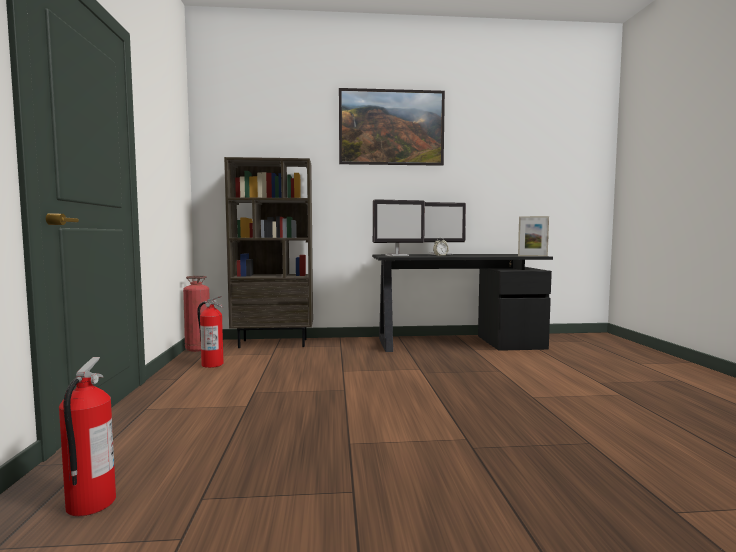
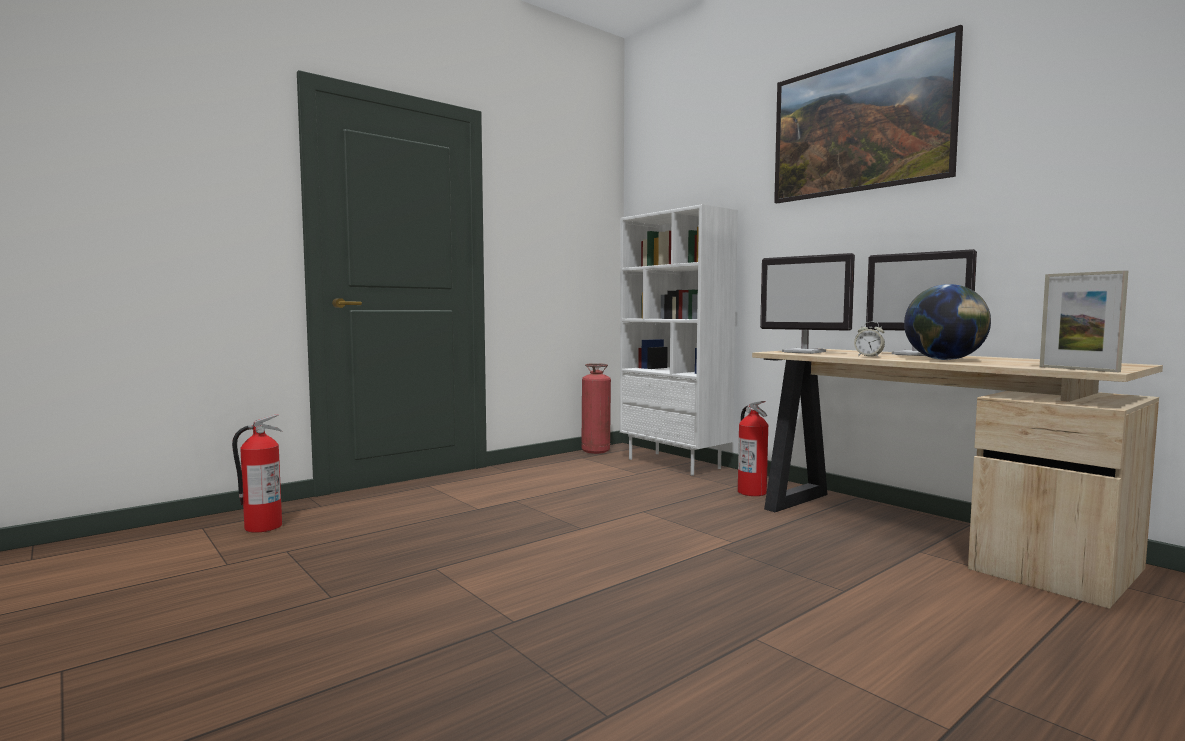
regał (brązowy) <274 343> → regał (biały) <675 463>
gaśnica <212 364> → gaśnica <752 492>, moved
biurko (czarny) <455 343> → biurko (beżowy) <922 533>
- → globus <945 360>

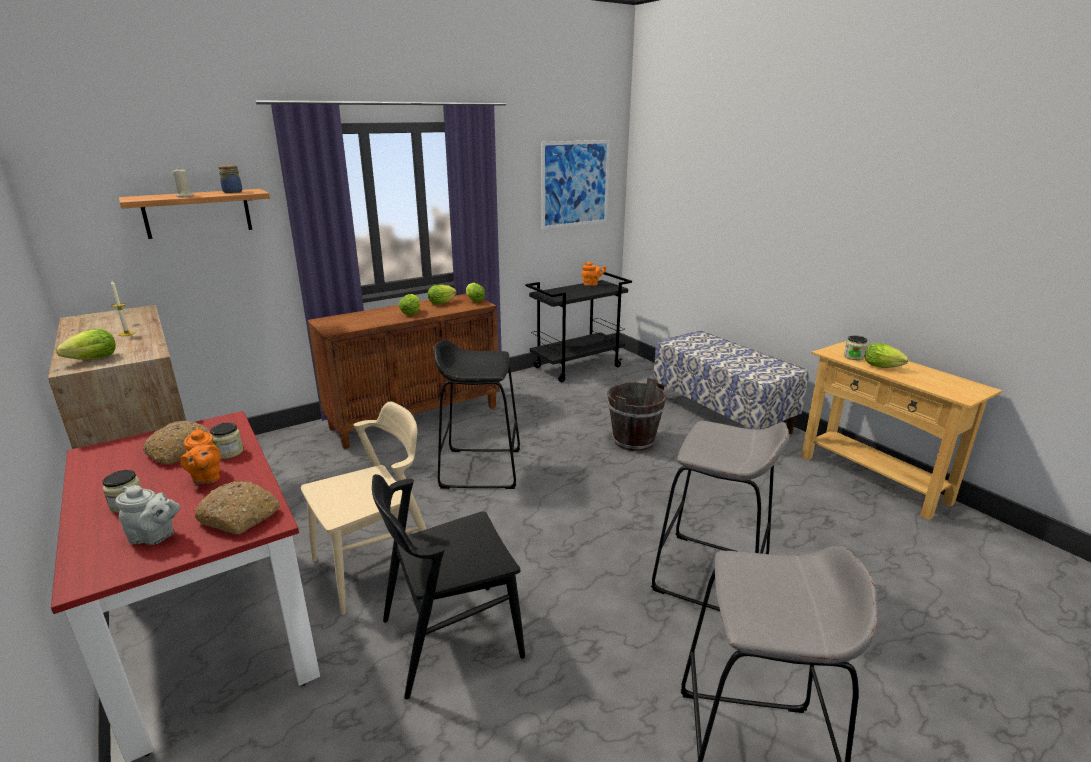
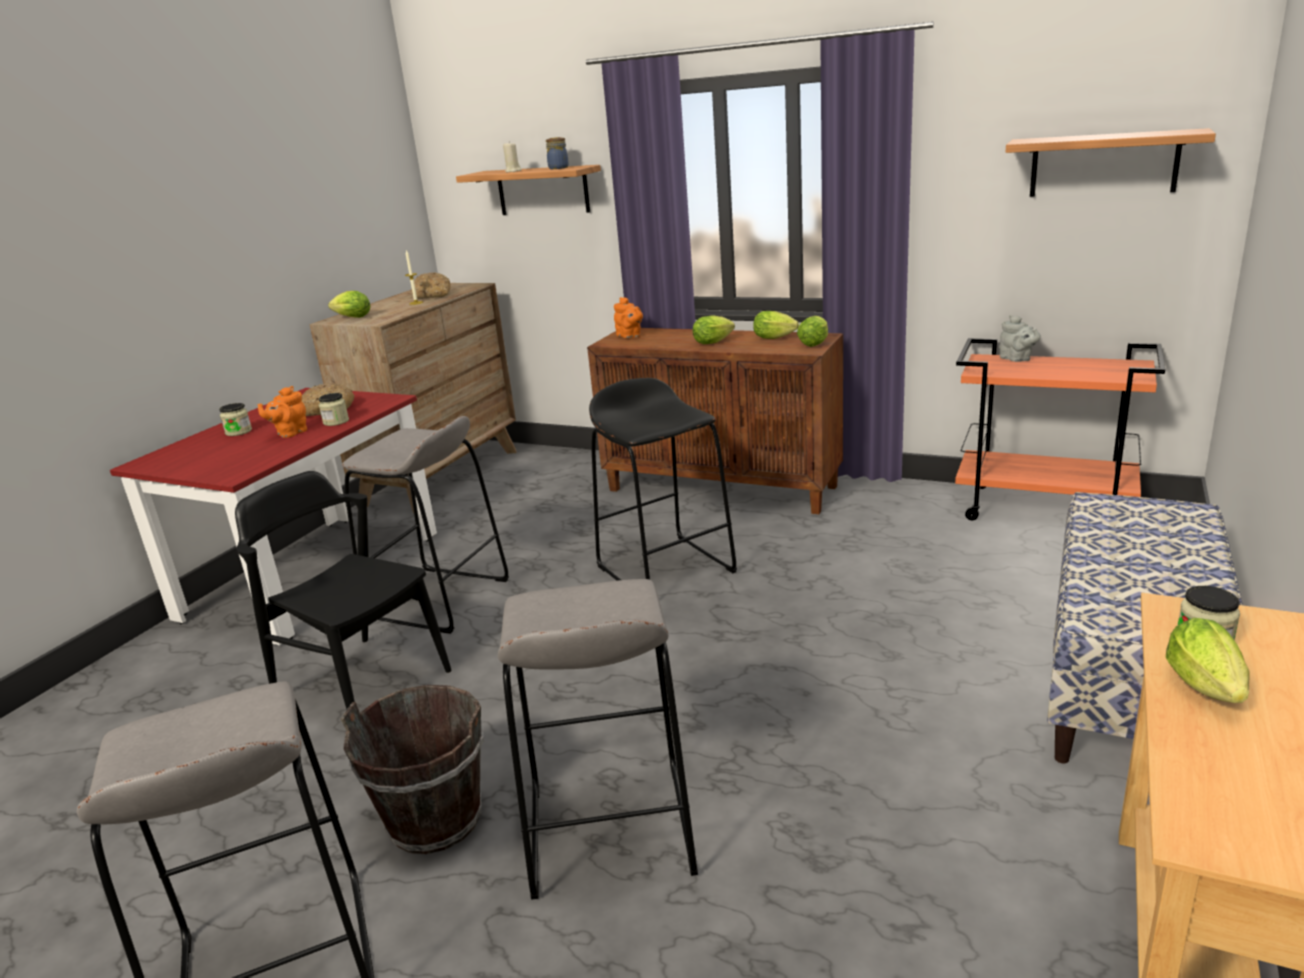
wiadro (brązowy) <634 441> → wiadro (brązowy) <434 820>, moved
krzesło (beżowy) <377 566> → stołek (szary) <438 599>
chleb <240 516> → chleb <433 295>, moved
imbryk (pomarańczowy) <592 284> → imbryk (pomarańczowy) <630 336>, moved
wózek (czarny) <577 367> → wózek (pomarańczowy) <1045 509>
imbryk (szary) <155 537> → imbryk (szary) <1017 359>, moved
obraz <575 184> → półka <1103 164>

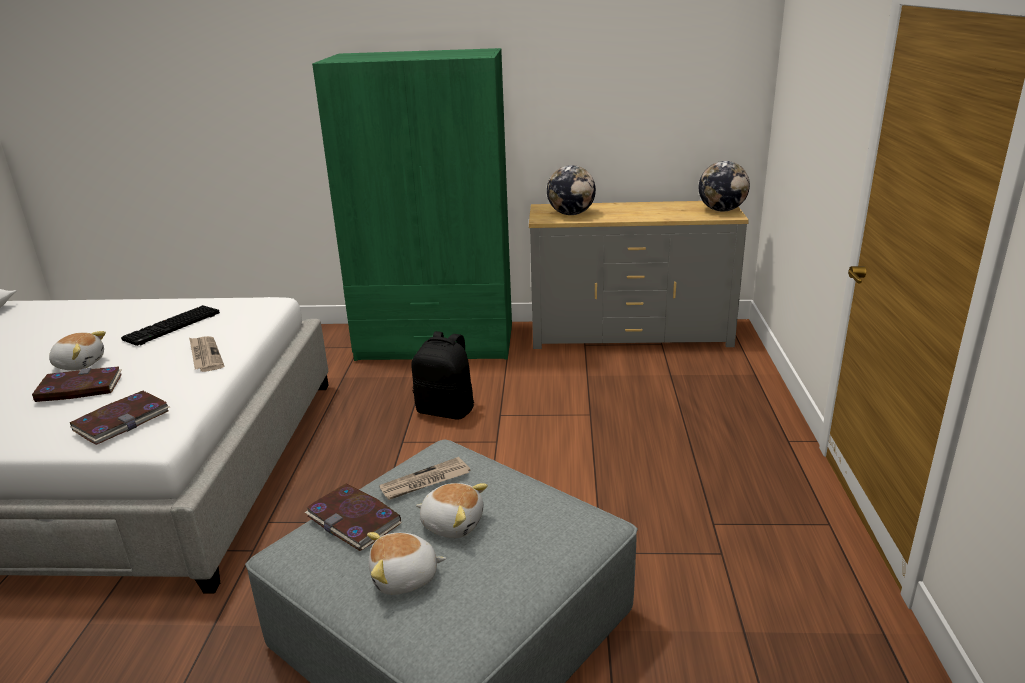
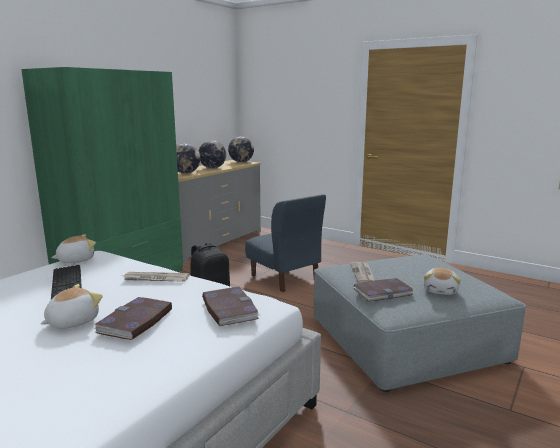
pluszak <452 523> → pluszak <75 260>, moved
- → globus <212 168>
- → krzesło (niebieski) <284 278>

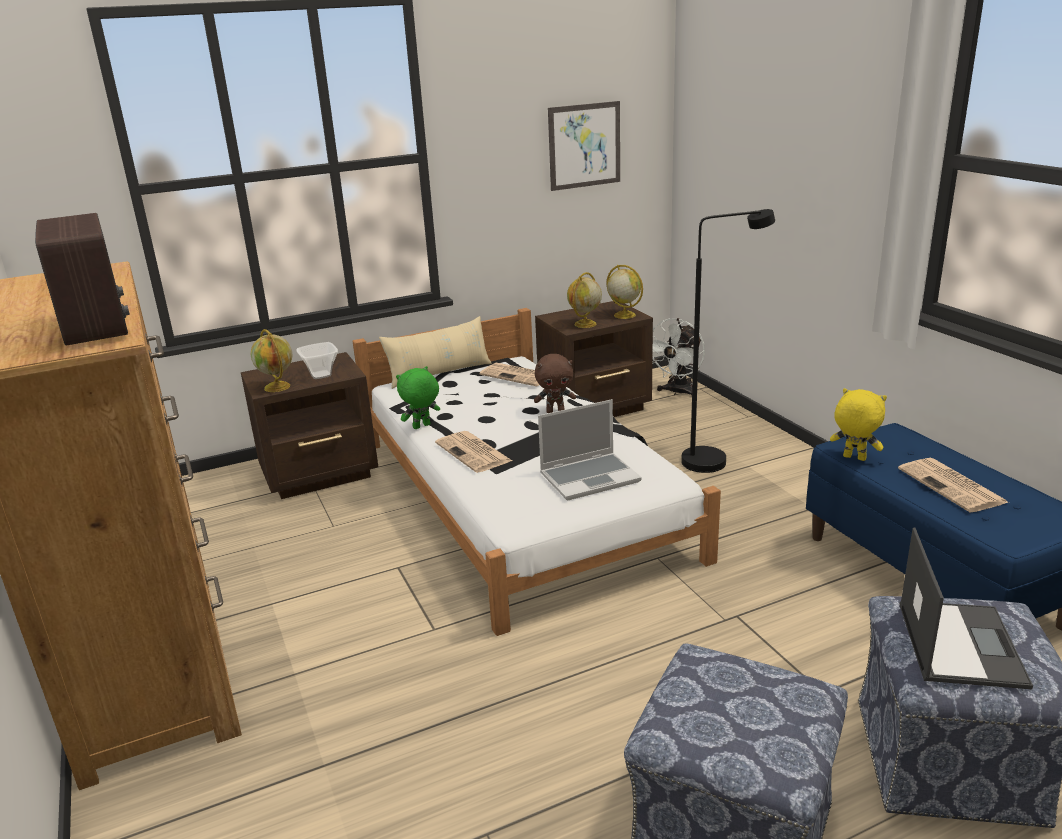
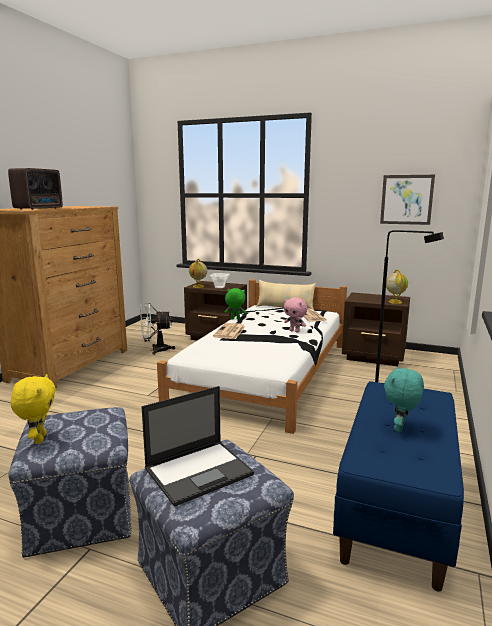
pluszak (żółty) <853 458> → pluszak (żółty) <39 439>, moved
wentylator (biały) <677 392> → wentylator (biały) <155 350>, moved
pluszak (brązowy) <555 411> → pluszak (różowy) <295 331>
gazeta <953 486> → pluszak (turkusowy) <400 428>
laptop <590 477> → -
globus <585 324> → -

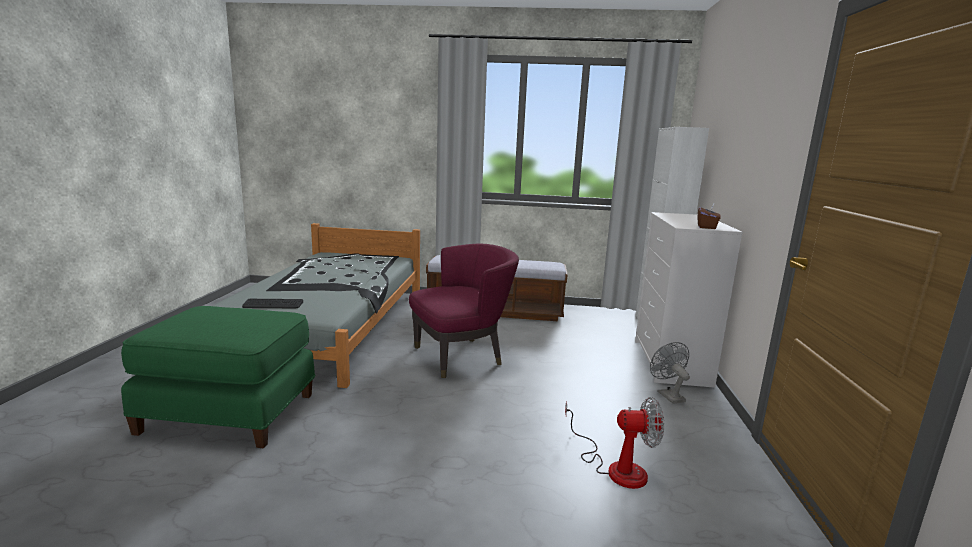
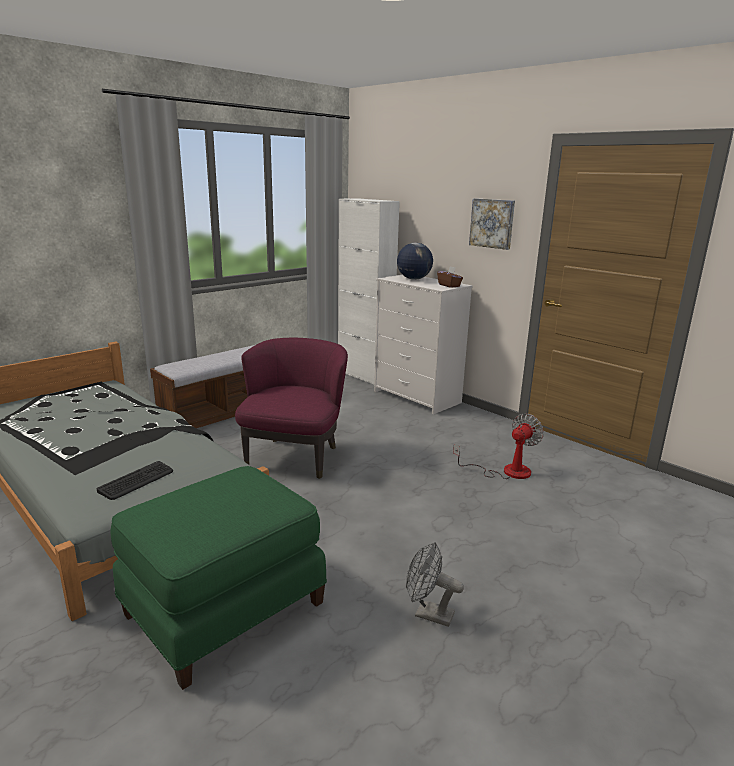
- → globus <413 279>
wentylator (szary) <667 395> → wentylator (szary) <428 614>, moved
- → obraz <492 223>

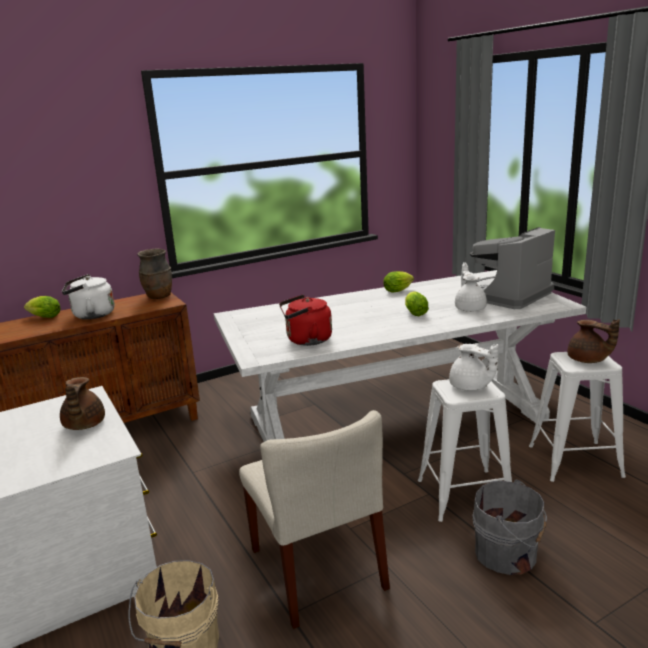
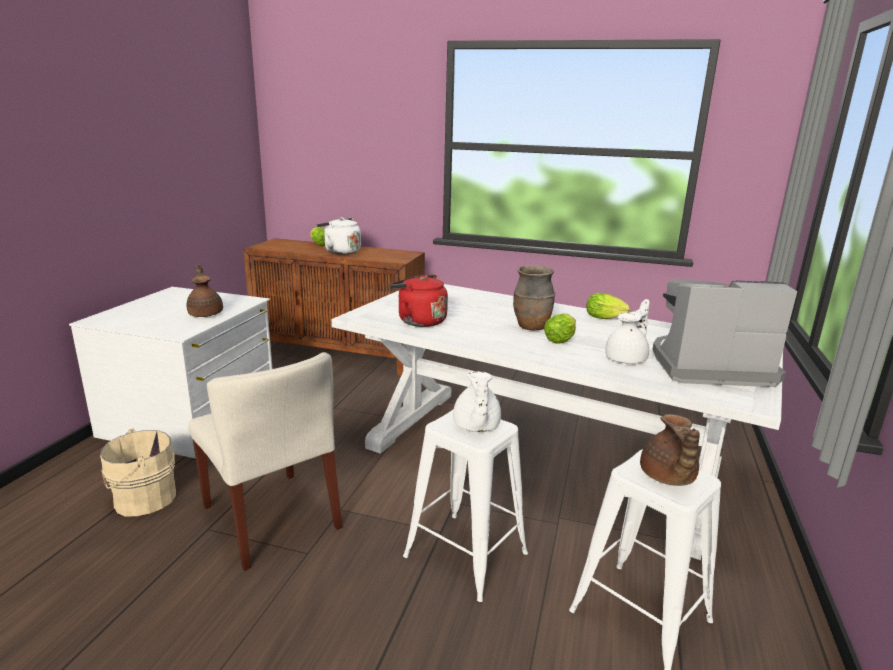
imbryk (brązowy) <83 425> → imbryk (brązowy) <206 313>, 120 degrees clockwise
krzesło (beżowy) <318 569> → krzesło (beżowy) <272 517>, 60 degrees counterclockwise
wazon (brązowy) <159 297> → wazon (brązowy) <531 327>, moved
wiadro (szary) <508 554> → -

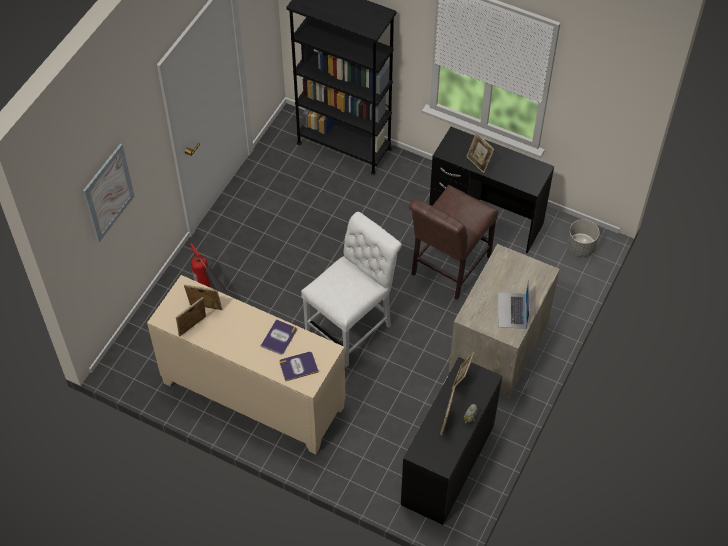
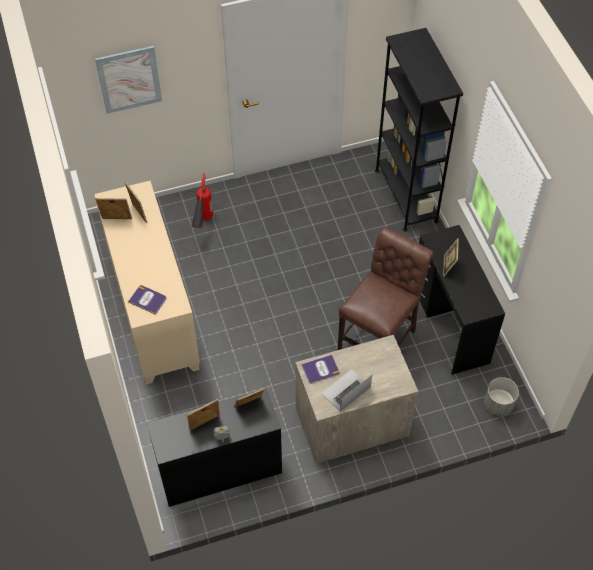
książka <279 337> → książka <320 369>, moved
krzesło (brązowy) <447 268> → krzesło (brązowy) <380 337>, 135 degrees clockwise
krzesło (biały) <352 327> → -

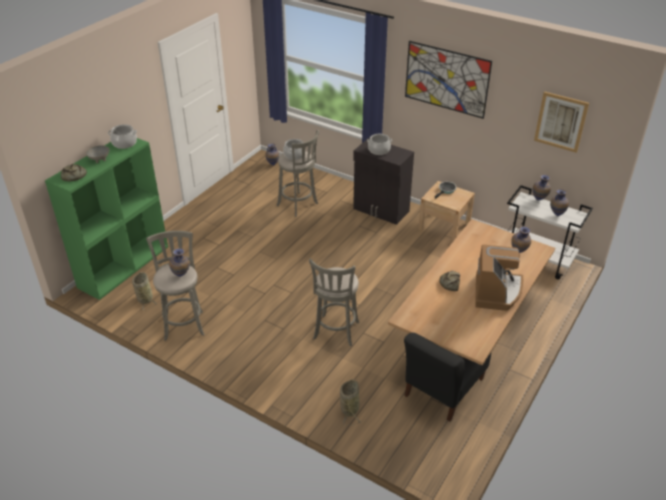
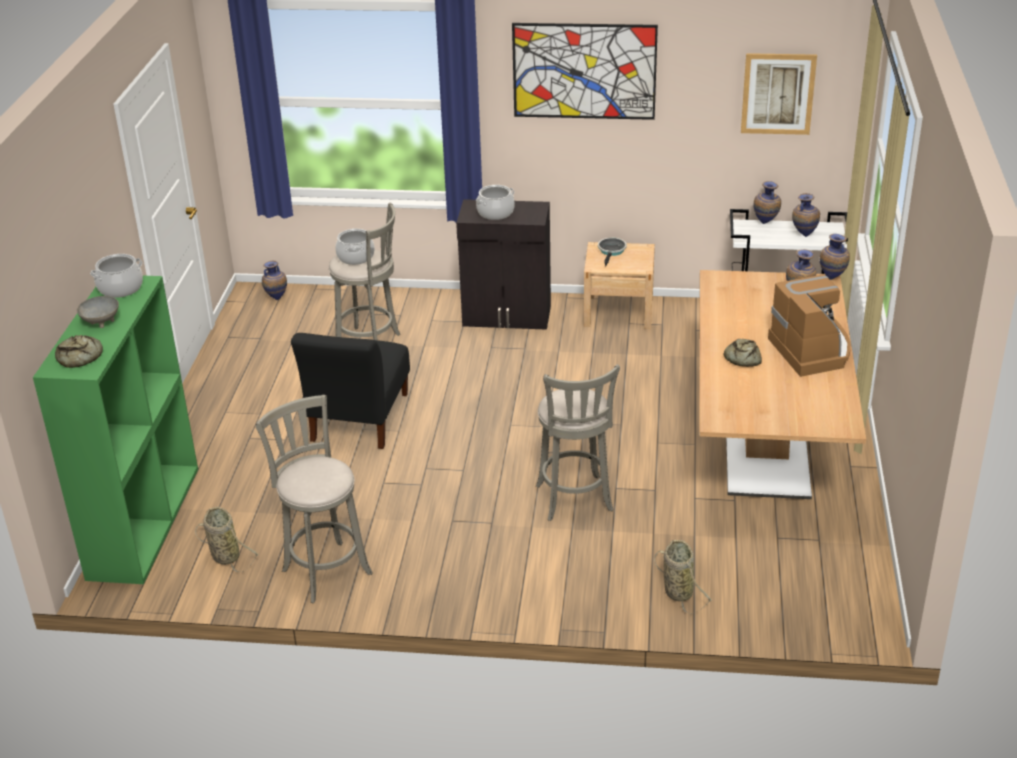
krzesło (czarny) <442 390> → krzesło (czarny) <358 421>, moved
wazon <181 276> → wazon <832 278>, moved

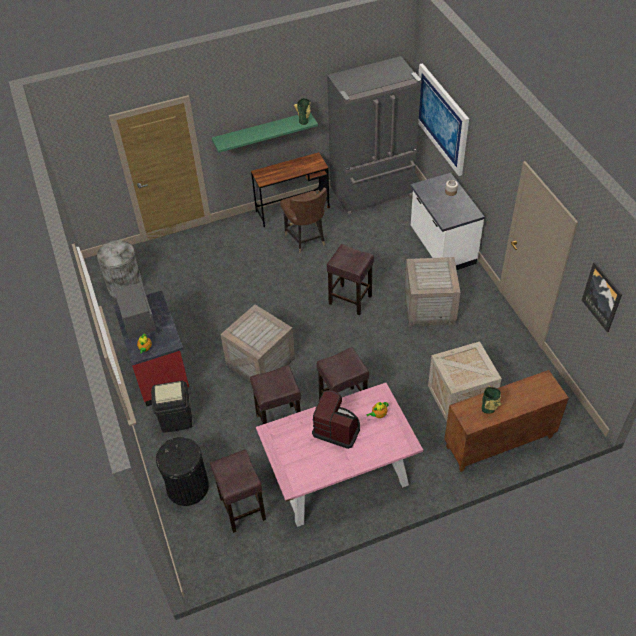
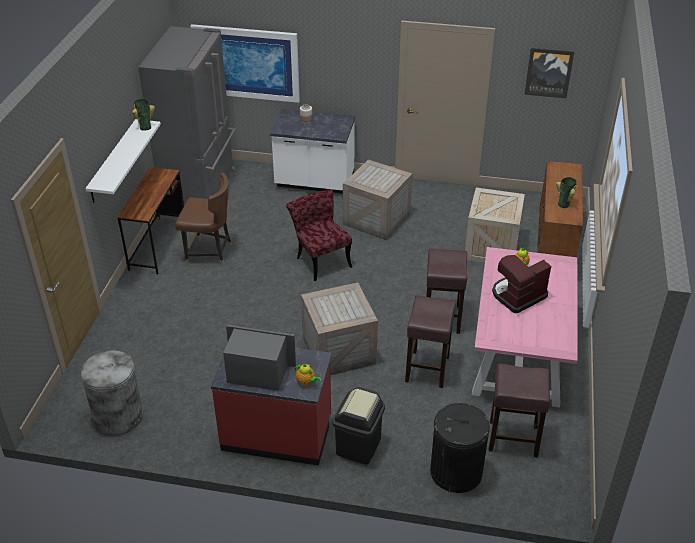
półka (zielony) <262 131> → półka (biały) <113 161>
stołek (brązowy) <351 300> → krzesło (czerwony) <320 259>

